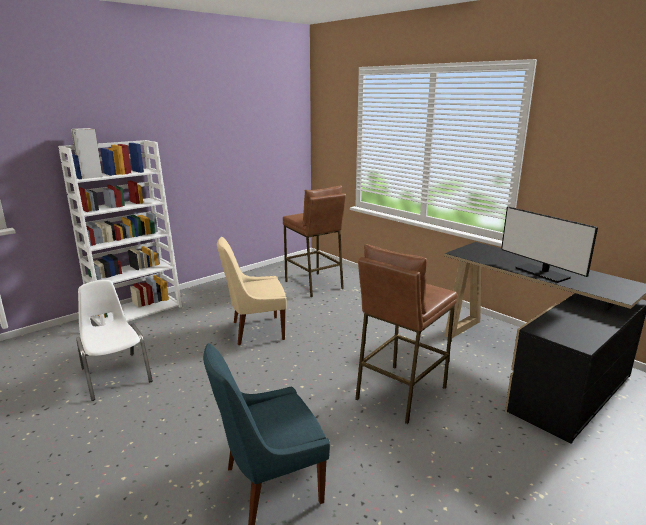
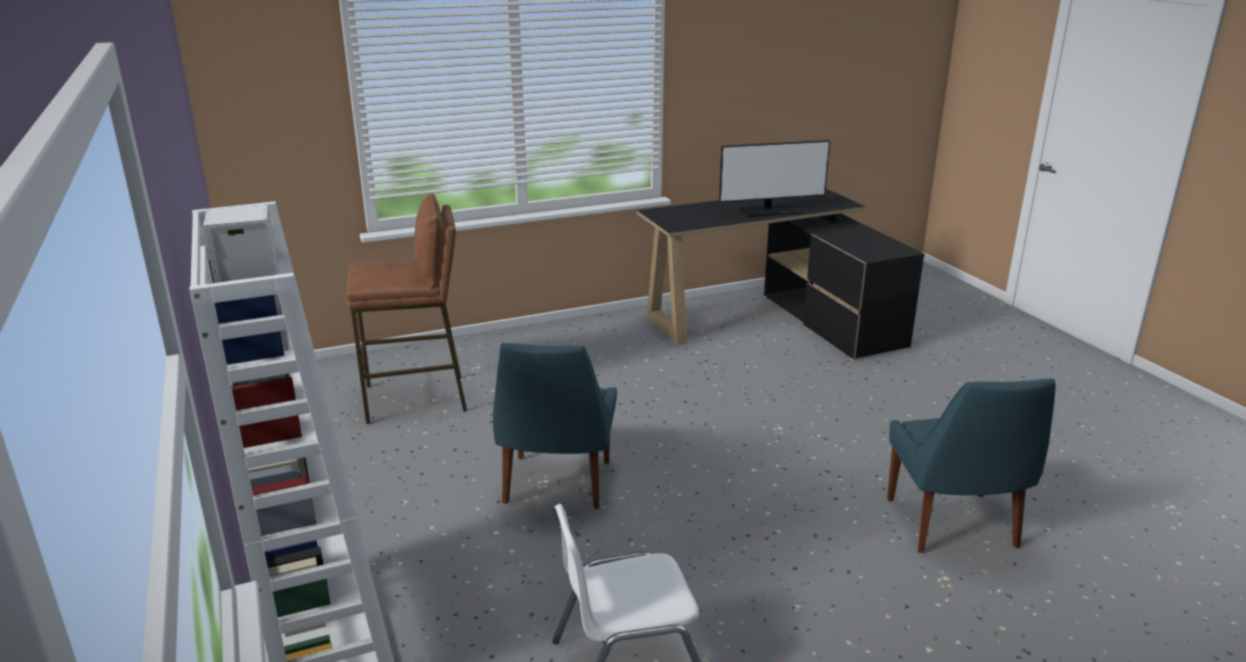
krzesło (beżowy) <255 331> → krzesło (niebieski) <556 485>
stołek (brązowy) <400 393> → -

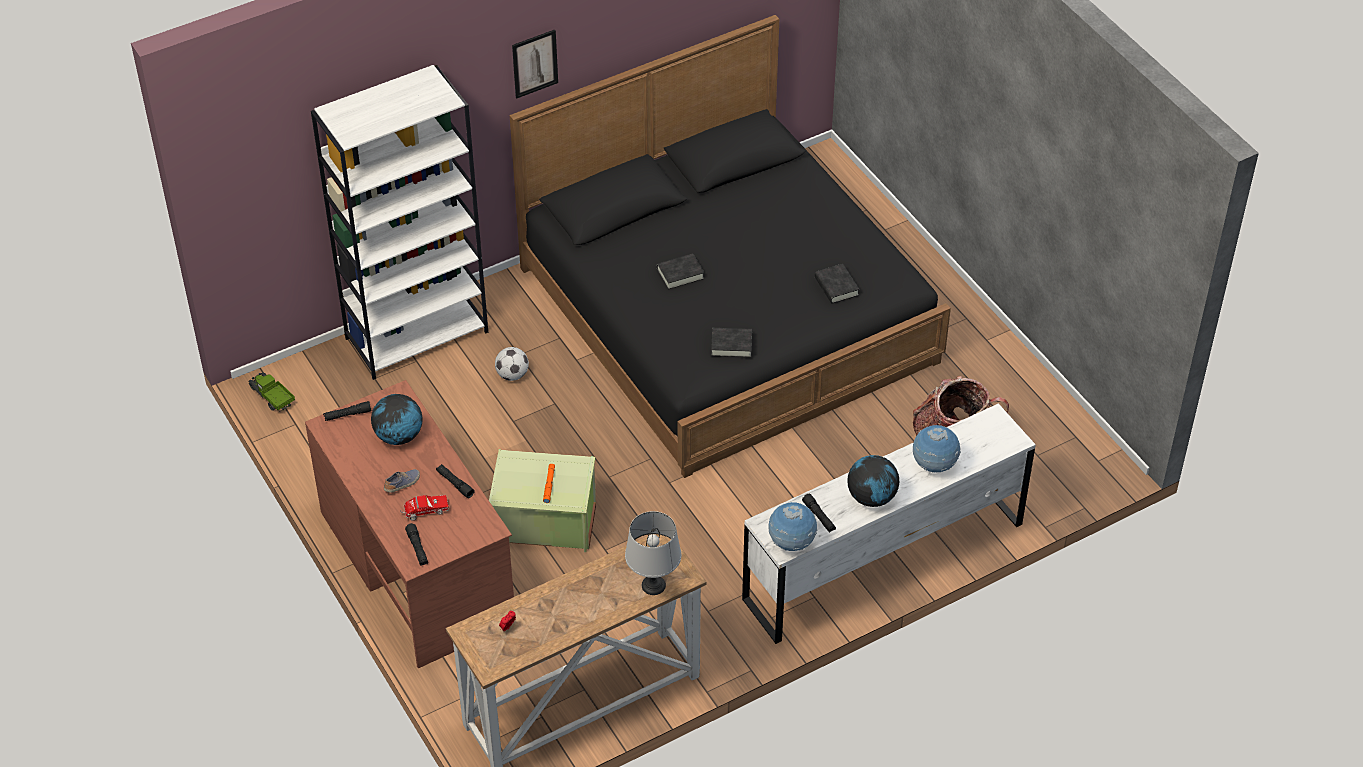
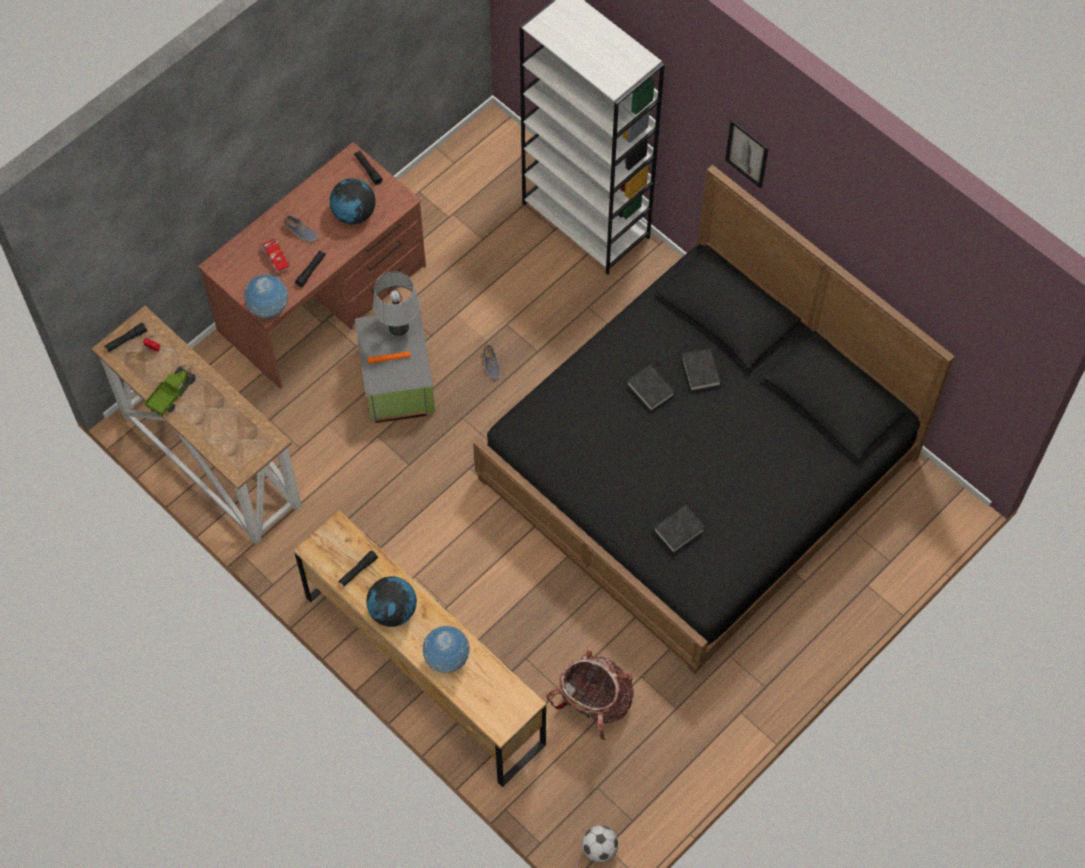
latarka (czarny) <417 548> → latarka (czarny) <126 340>, moved
ciężarówka zabawkowa <272 397> → ciężarówka zabawkowa <171 395>, moved
globus <791 543> → globus <269 308>, moved
komoda (biały) <883 561> → komoda (brązowy) <424 669>
pojemnik do przechowywania (zielony) <544 522> → pojemnik do przechowywania (szary) <396 380>
lampa stołowa (szary) <653 586> → lampa stołowa (szary) <398 327>, moved
- → but <490 365>
piłka futbolowa <512 375> → piłka futbolowa <599 849>, moved
książka (czarny) <731 345> → książka (czarny) <701 371>, moved

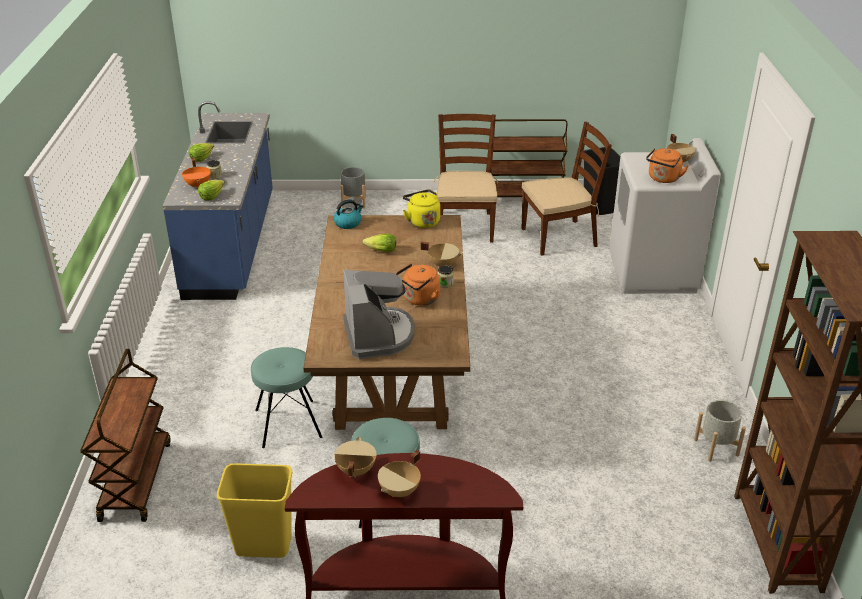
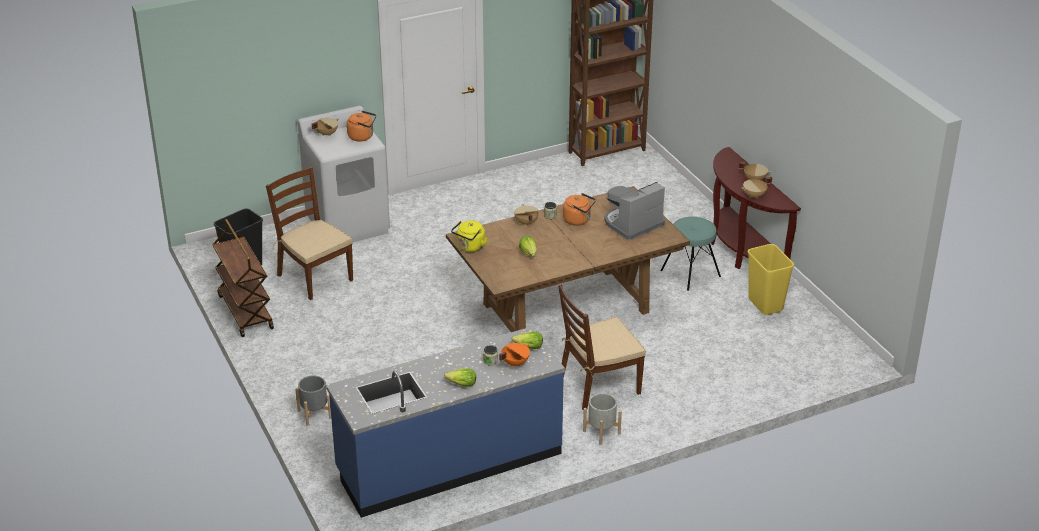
krzesło (brązowy) <465 226> → krzesło (brązowy) <598 386>, moved
donica (szary) <716 447> → donica (szary) <601 432>, moved
wózek (brązowy) <135 480> → -
stołek (turkusowy) <288 423> → -
czajnik <348 223> → -

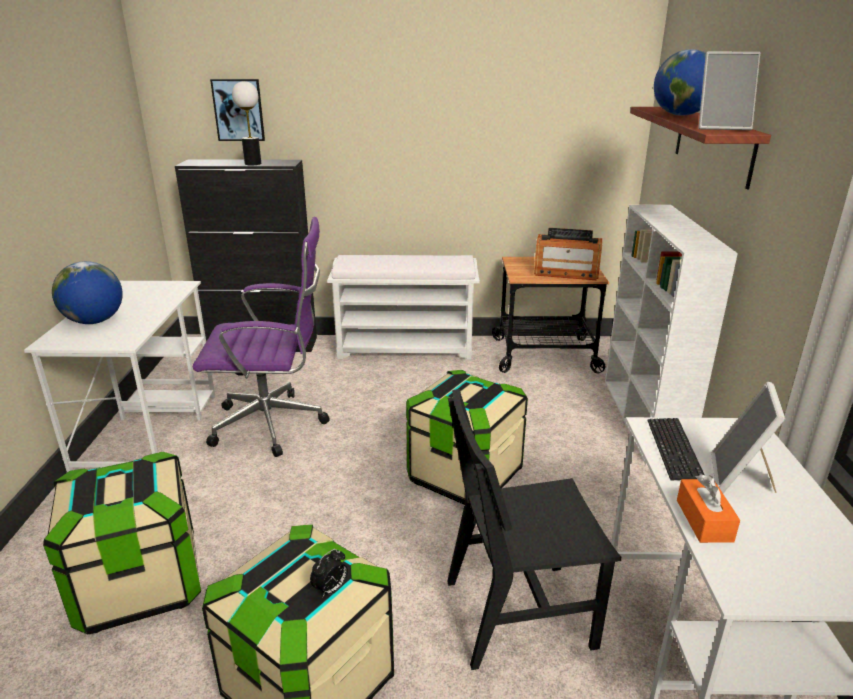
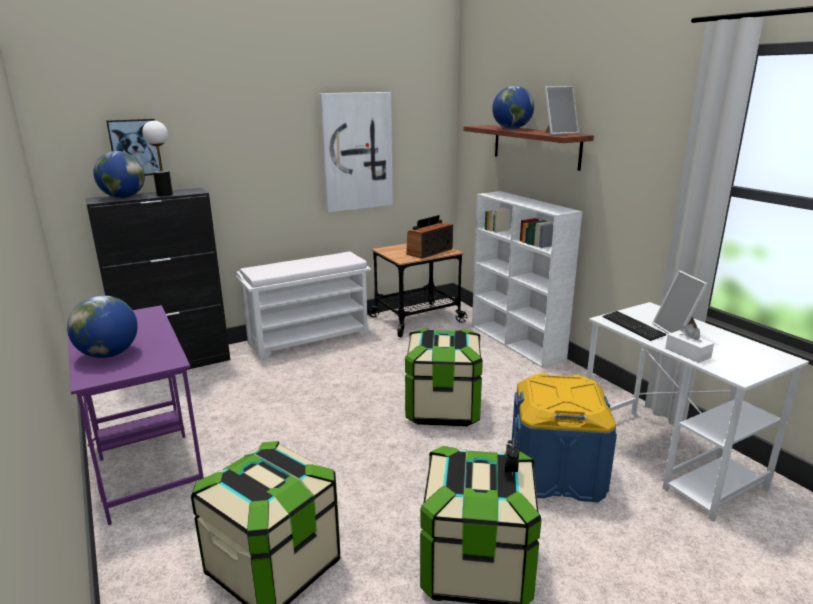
biurko (biały) <150 434> → biurko (fioletowy) <147 461>
- → globus <123 197>
- → obraz <357 152>
radio <566 273> → radio <429 252>, 150 degrees clockwise
krzesło (czarny) <518 613> → pojemnik do przechowywania (niebieski) <556 473>
pudełko chusteczek (pomarańczowy) <704 520> → pudełko chusteczek (biały) <687 353>
krzesło biurowe (fioletowy) <274 424> → -

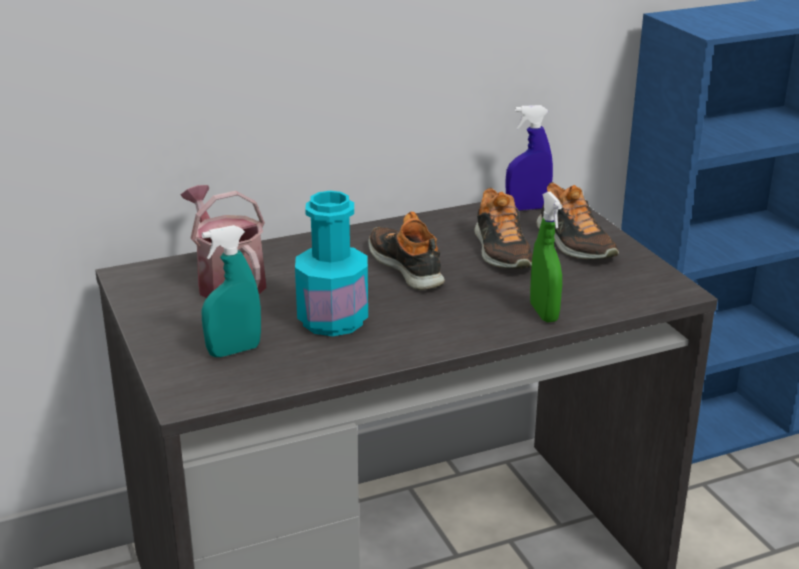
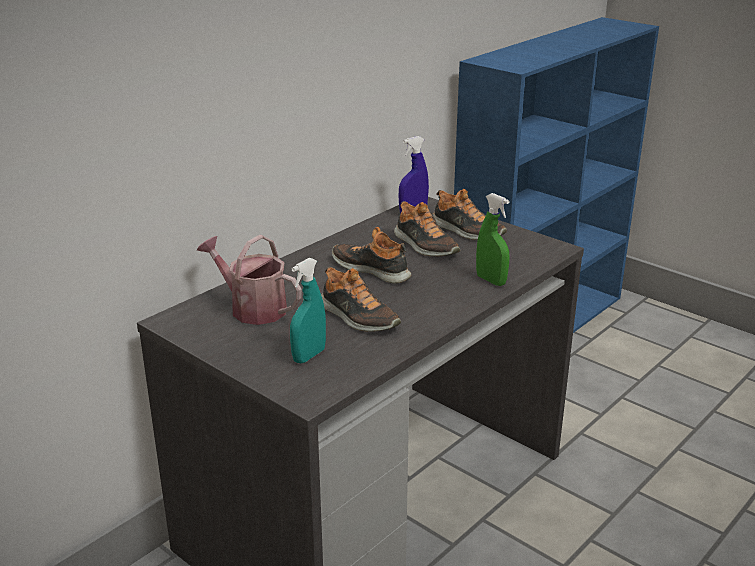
butelka (turkusowy) <333 320> → but <357 317>

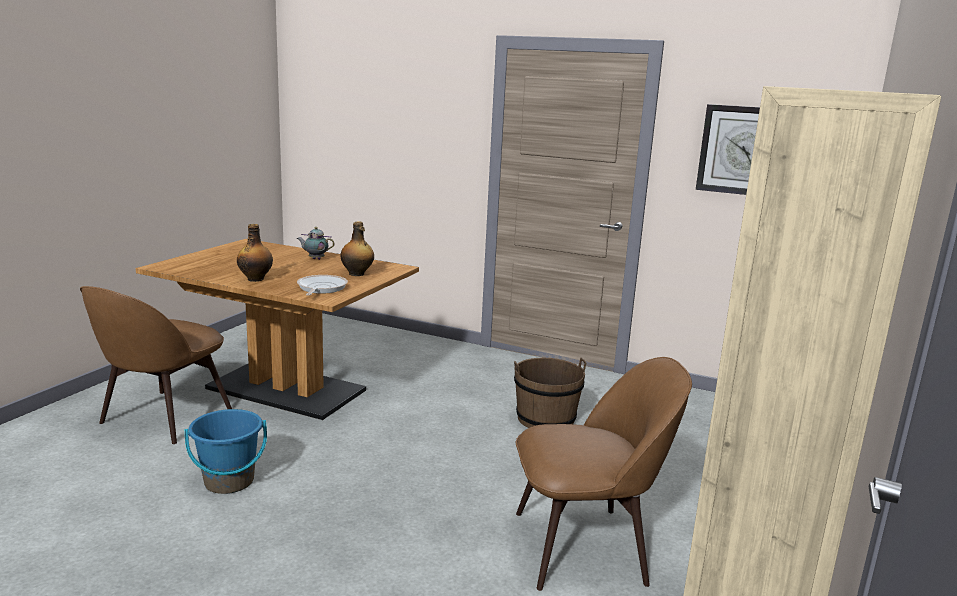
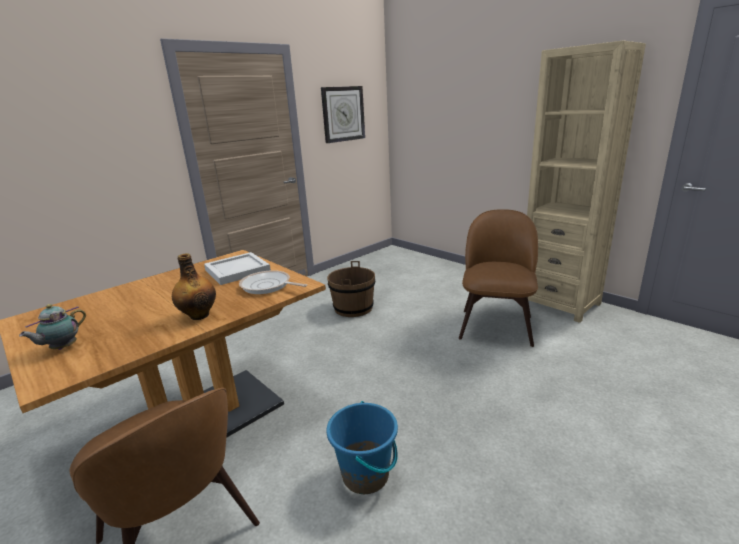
imbryk <315 259> → imbryk <62 348>, moved
butelka <357 274> → taca (biały) <238 270>

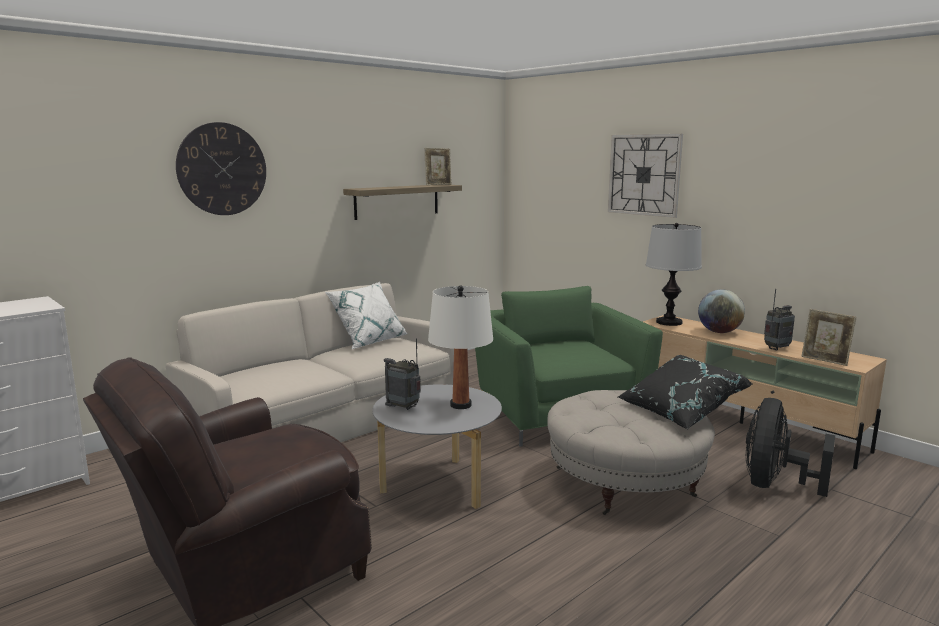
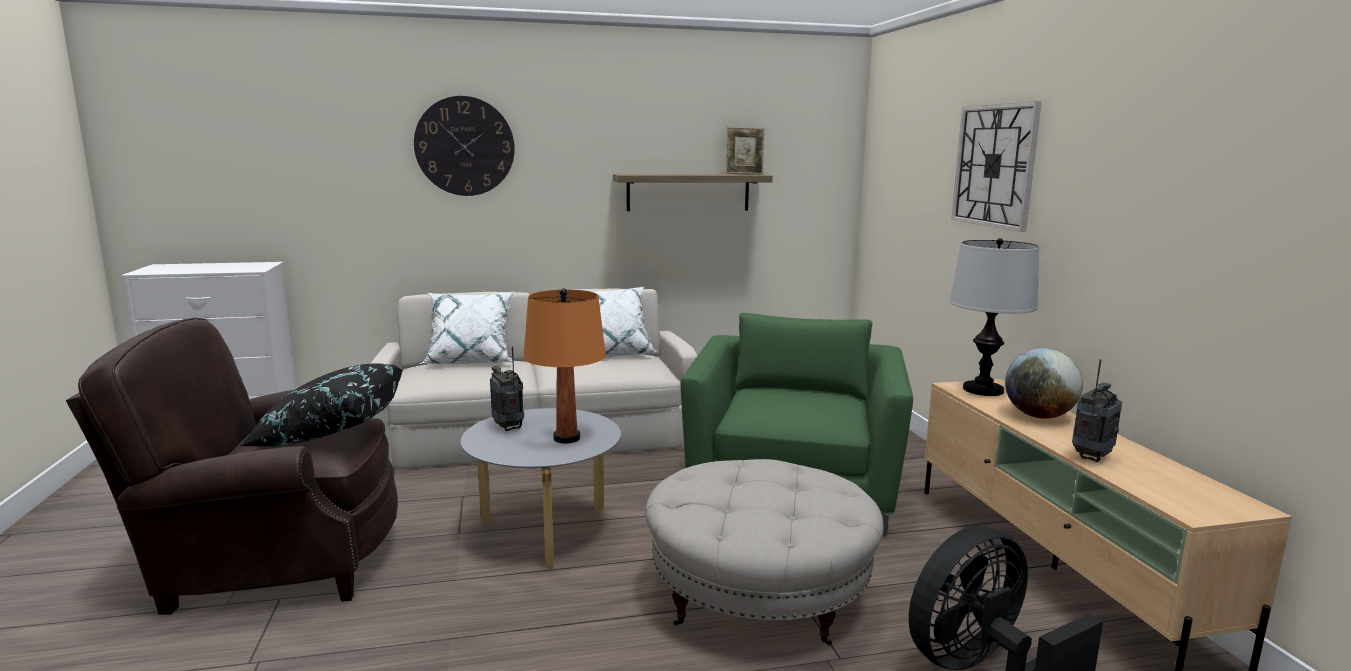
poduszka (czarny) <679 411> → poduszka (czarny) <329 432>, moved
- → poduszka (biały) <471 361>
lampa stołowa (biały) <461 405> → lampa stołowa (pomarańczowy) <567 438>
radio <776 349> → radio <1091 457>, 45 degrees counterclockwise
ramka na zdjęcie <825 361> → -

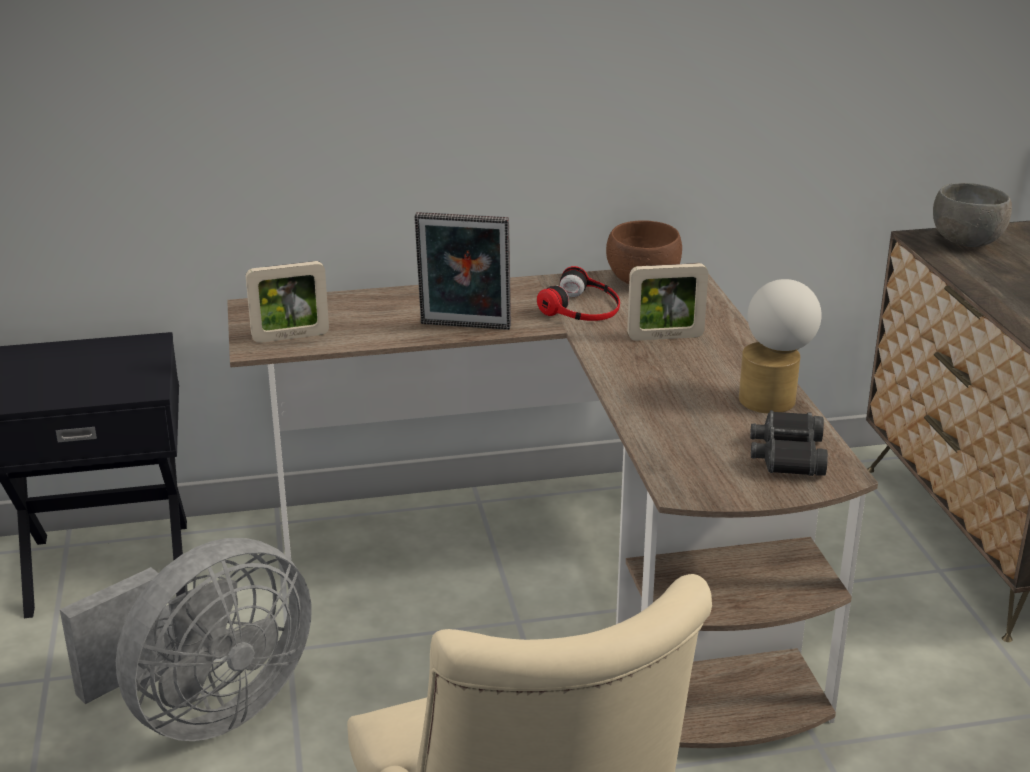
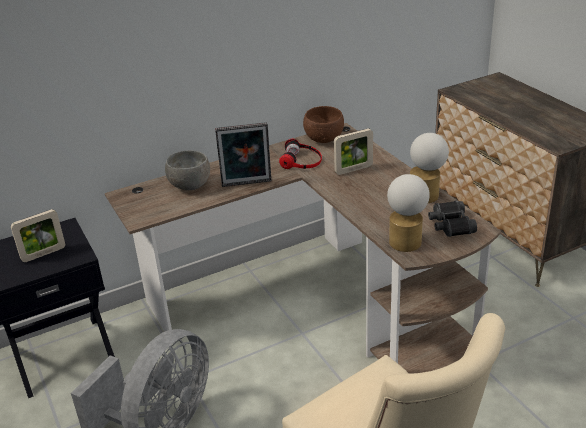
ramka na zdjęcie <290 337> → ramka na zdjęcie <43 254>, moved
miska (szary) <967 243> → miska (szary) <190 186>, moved
- → lampa stołowa <406 239>

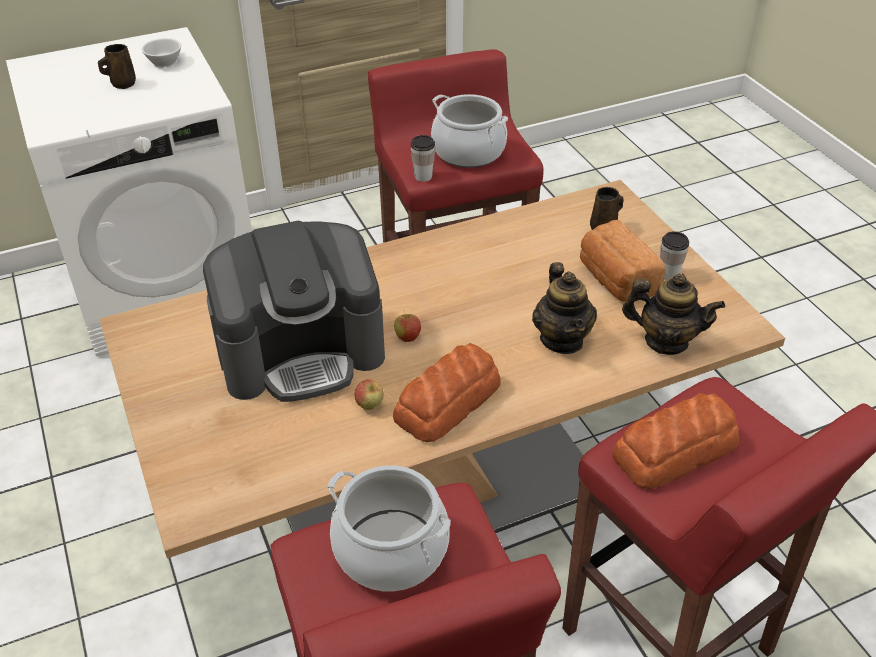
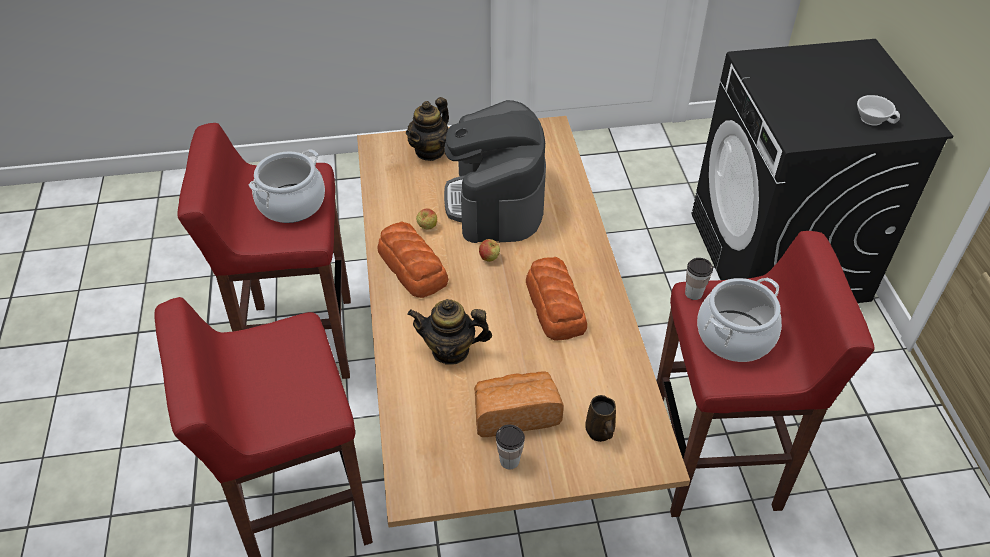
imbryk <666 341> → imbryk <430 151>, moved
chleb <676 450> → chleb <555 306>, moved
pralka (biały) <166 285> → pralka (czarny) <778 257>
kubek (brązowy) <122 84> → -

